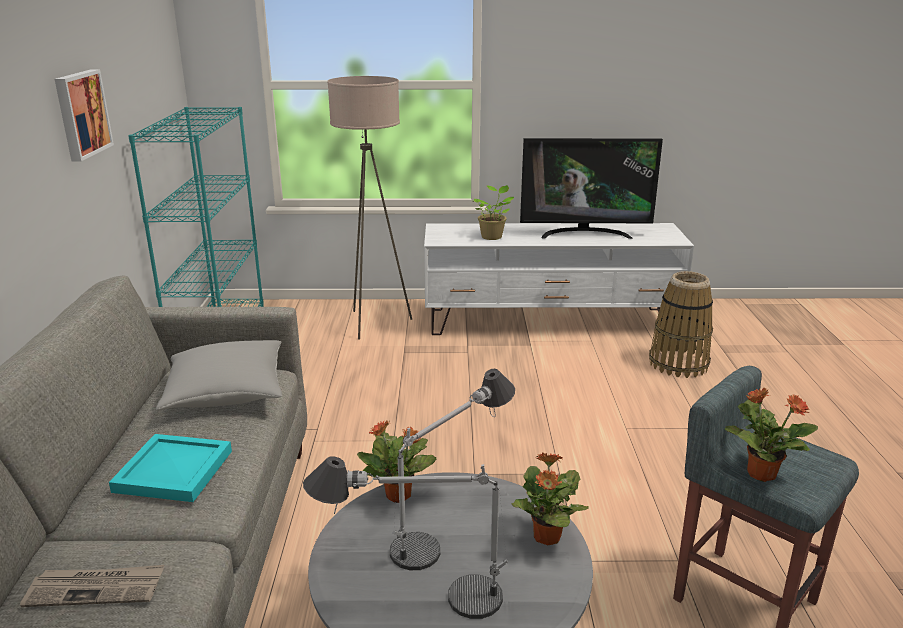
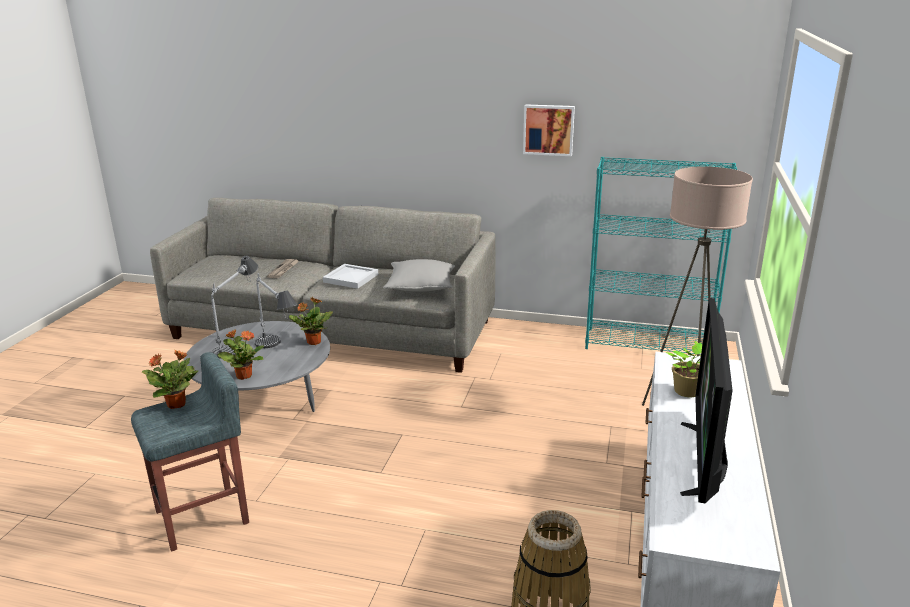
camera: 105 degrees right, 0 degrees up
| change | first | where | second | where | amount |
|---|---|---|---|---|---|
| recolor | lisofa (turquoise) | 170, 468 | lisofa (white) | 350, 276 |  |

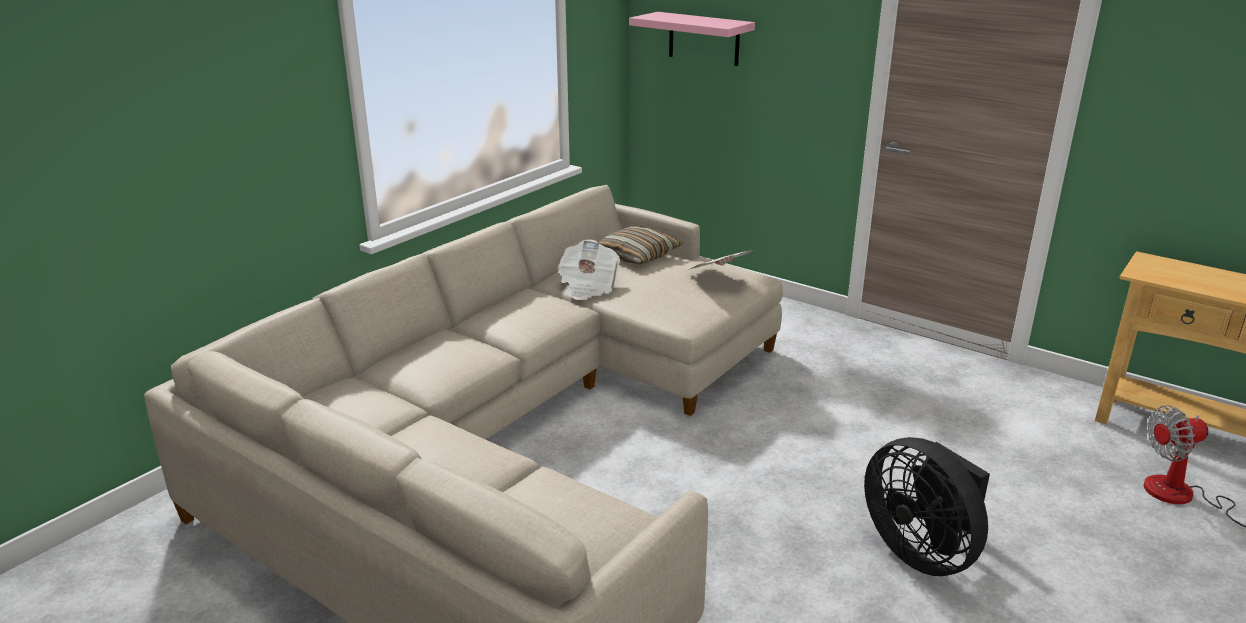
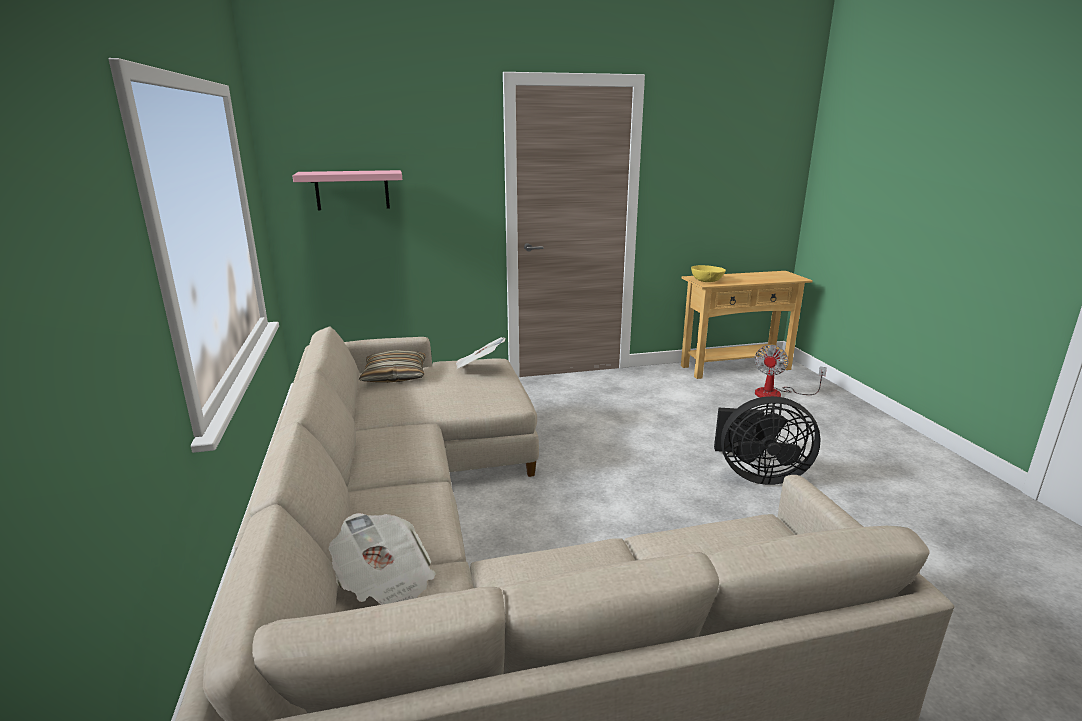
camera: 50 degrees left, 5 degrees down
| change | first | where | second | where | amount |
|---|---|---|---|---|---|
| move | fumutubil | 589, 270 |  | 382, 559 |  |
| insert |  |  | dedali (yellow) | 708, 273 |  |

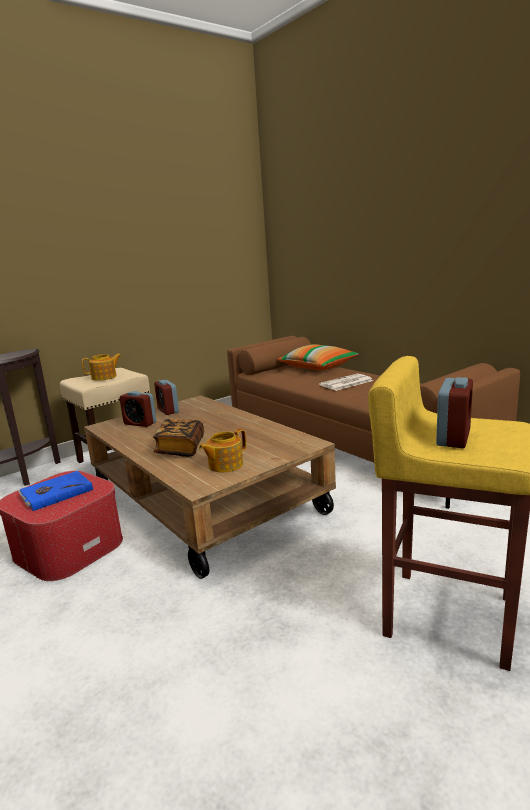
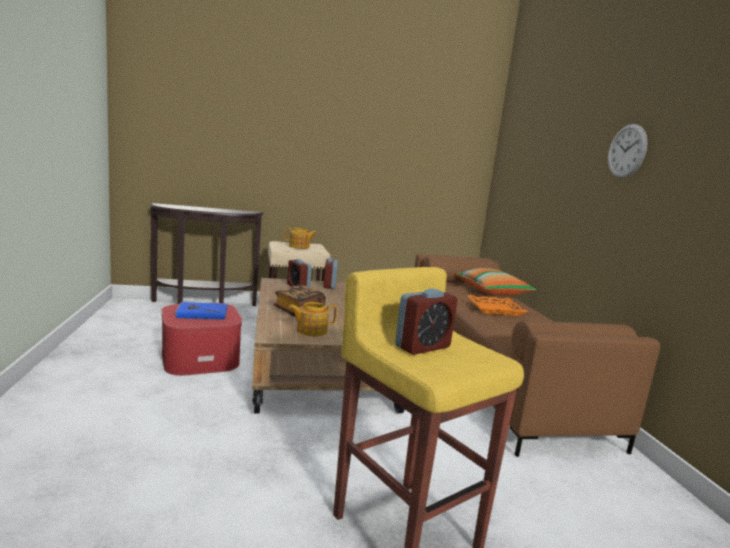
camera: 25 degrees right, 5 degrees down
| change | first | where | second | where | amount |
|---|---|---|---|---|---|
| replace | fumutubil | 346, 382 | lisofa (orange) | 497, 305 |  |
| insert |  |  | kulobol | 627, 151 |  |

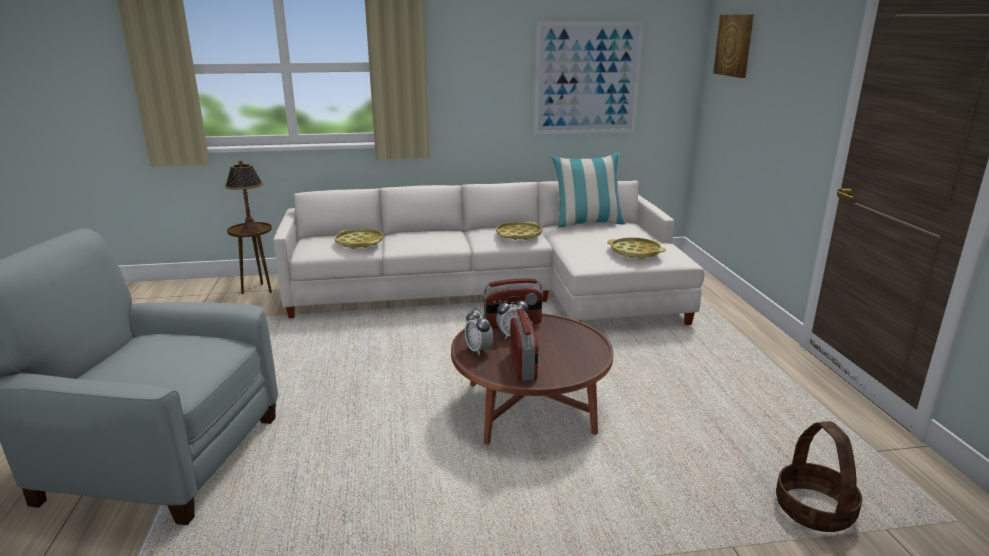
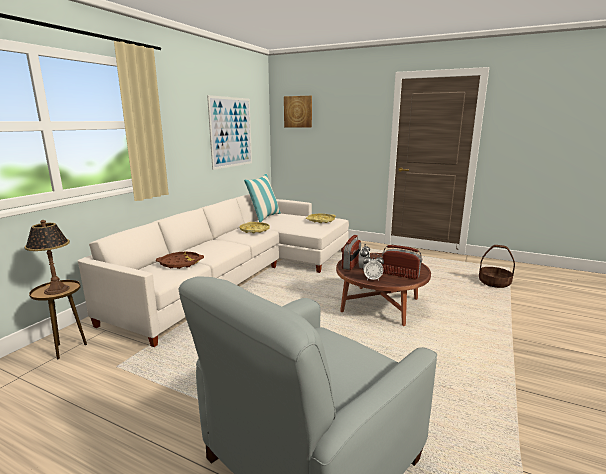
camera: 55 degrees left, 5 degrees down
| change | first | where | second | where | amount |
|---|---|---|---|---|---|
| recolor | lisofa (yellow) | 359, 239 | lisofa (brown) | 180, 260 |  |

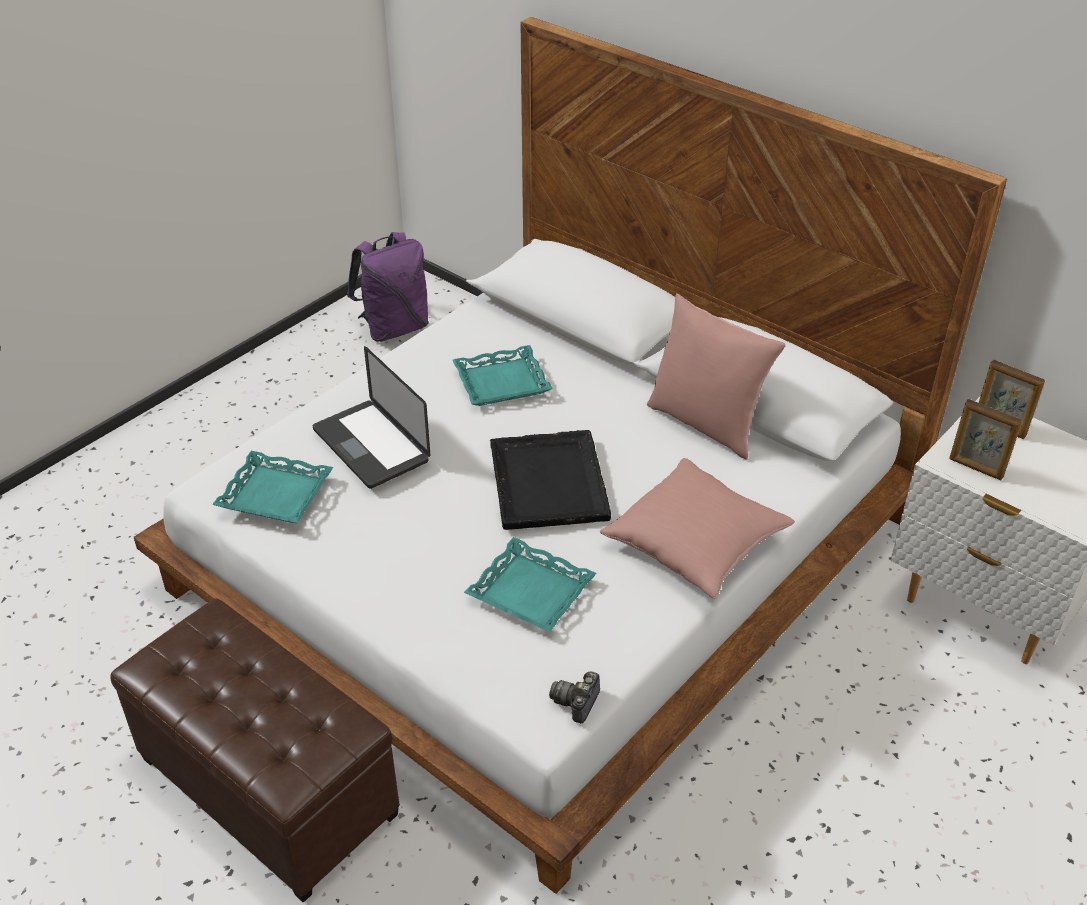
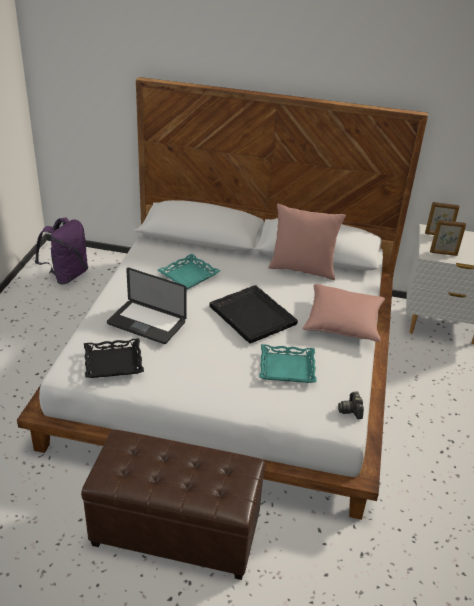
camera: 30 degrees left, 5 degrees down
| change | first | where | second | where | amount |
|---|---|---|---|---|---|
| recolor | lisofa (turquoise) | 272, 487 | lisofa (black) | 114, 358 |  |

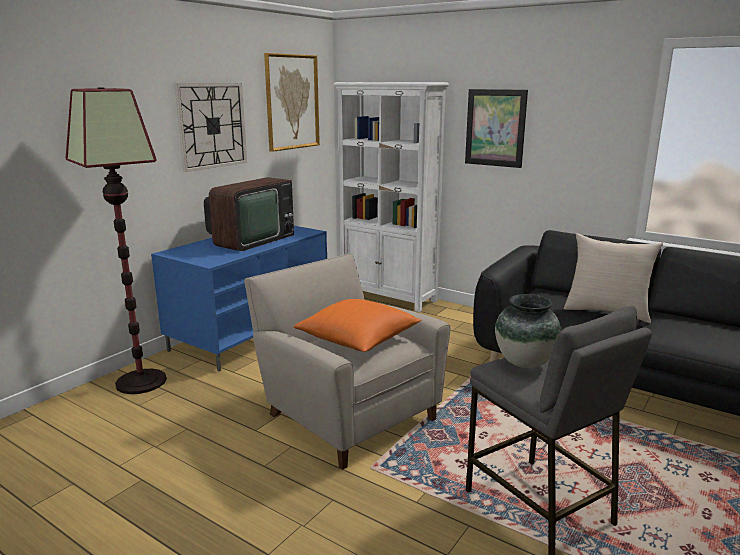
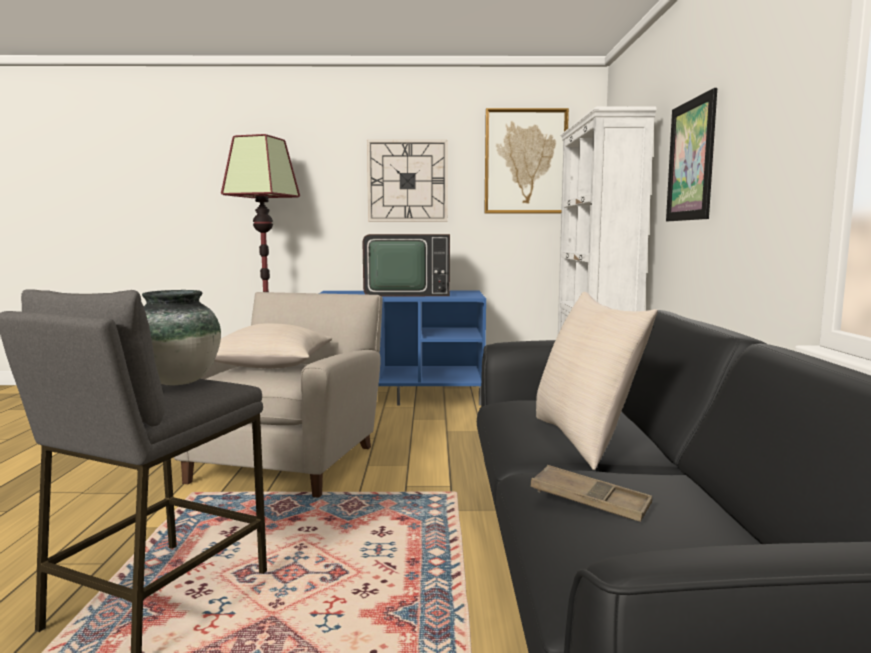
camera: 55 degrees right, 10 degrees down
| change | first | where | second | where | amount |
|---|---|---|---|---|---|
| recolor | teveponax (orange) | 358, 325 | teveponax (beige) | 273, 346 |  |
| insert |  |  | lisofa (brown) | 591, 493 |  |

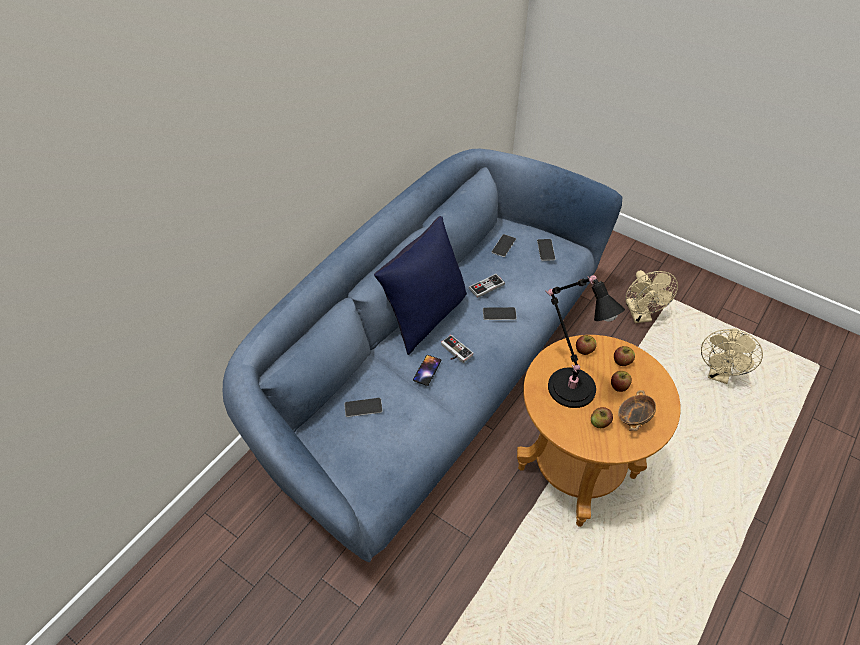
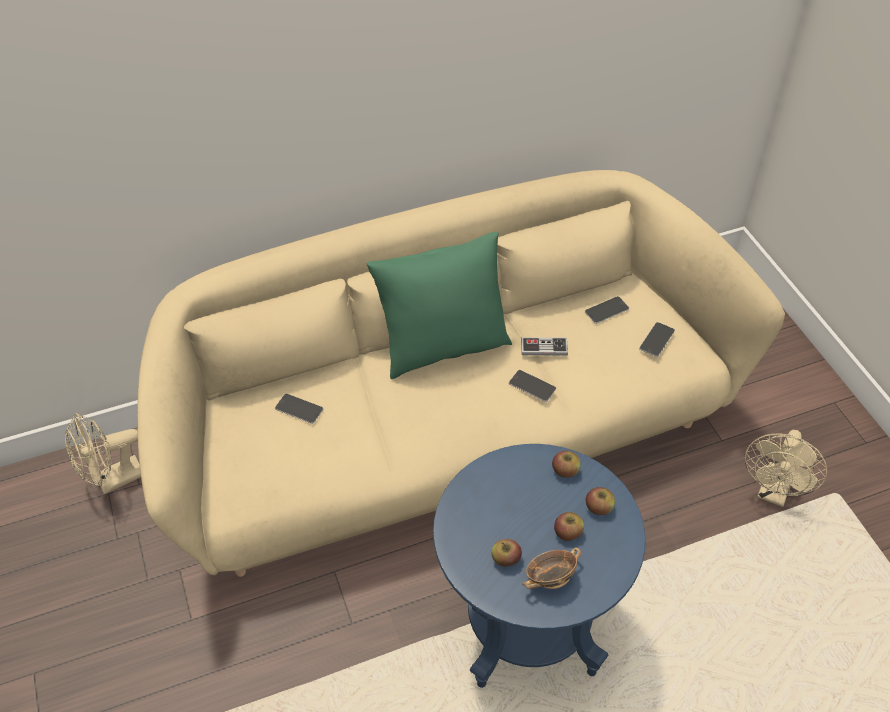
camera: 35 degrees right, 0 degrees up
| change | first | where | second | where | amount |
|---|---|---|---|---|---|
| recolor | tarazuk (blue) | 422, 355 | tarazuk (beige) | 461, 373 |  |
| recolor | teveponax (blue) | 420, 285 | teveponax (green) | 439, 305 |  |
| delete | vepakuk | 427, 370 |  |  |  |
| delete | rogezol | 457, 349 |  |  |  |
| recolor | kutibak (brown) | 599, 431 | kutibak (blue) | 539, 566 |  |
| delete | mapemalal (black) | 585, 341 |  |  |  |
| move | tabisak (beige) | 732, 356 |  | 103, 454 |  |

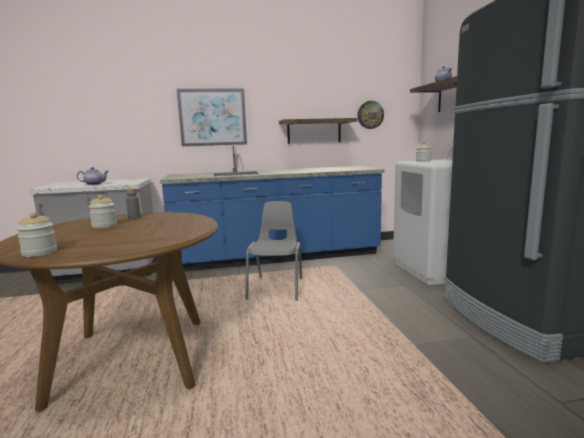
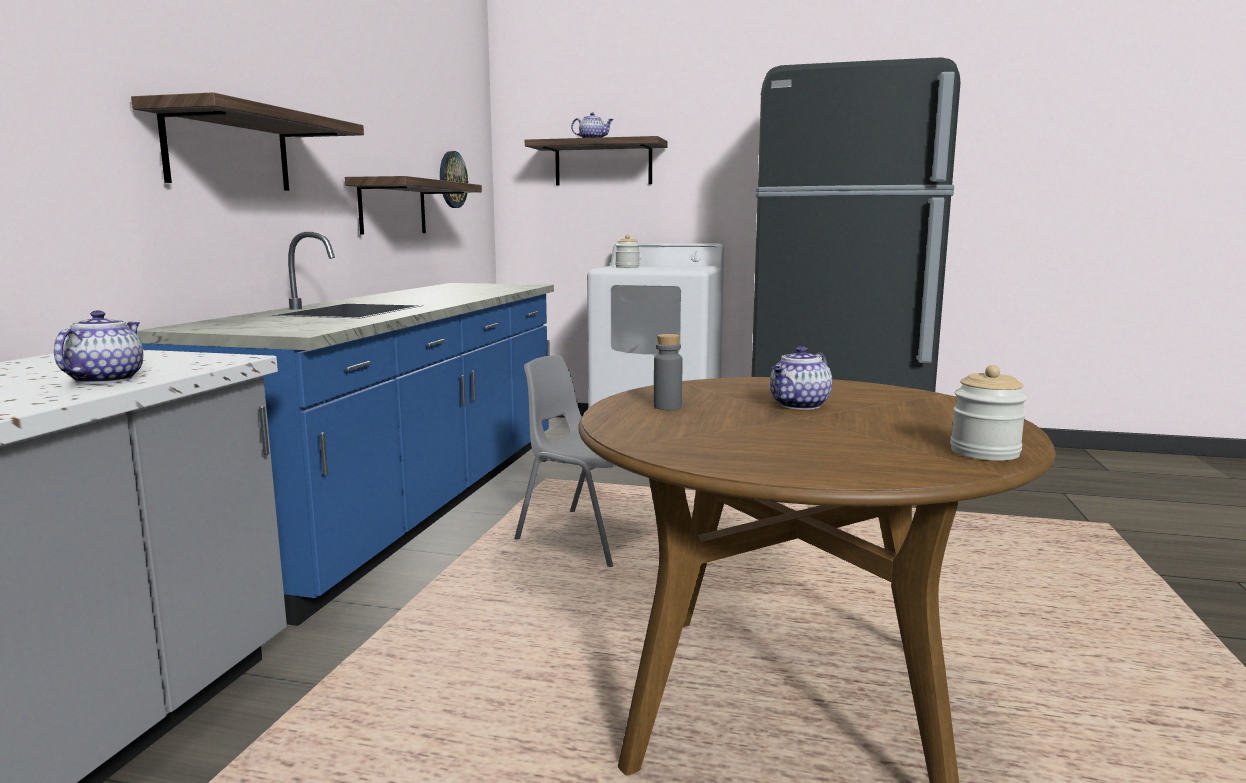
camera: 65 degrees left, 0 degrees up
| change | first | where | second | where | amount |
|---|---|---|---|---|---|
| delete | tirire | 103, 211 |  |  |  |
| replace | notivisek | 212, 117 | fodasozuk | 247, 141 |  |
| insert |  |  | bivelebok | 801, 378 |  |

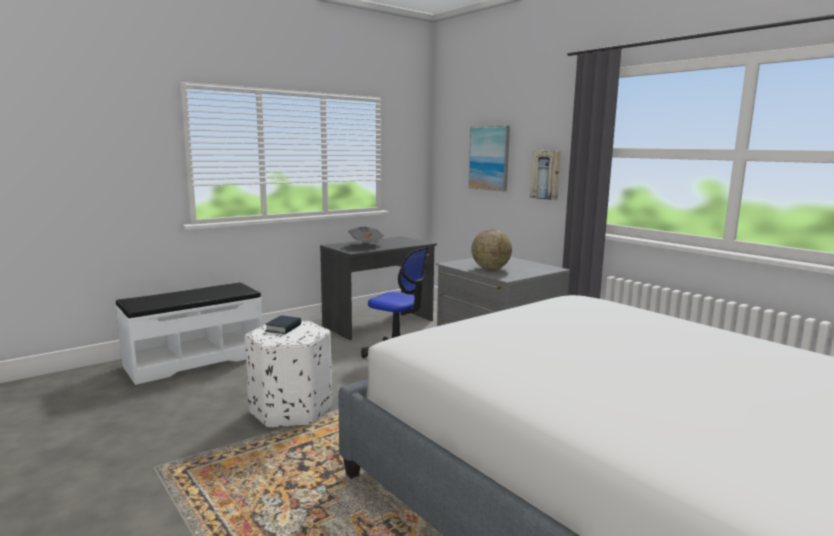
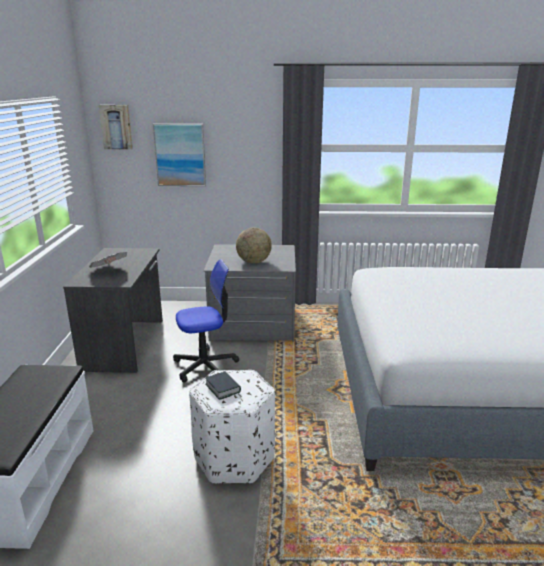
camera: 50 degrees left, 10 degrees up
| change | first | where | second | where | amount |
|---|---|---|---|---|---|
| move | notivisek | 545, 175 |  | 116, 127 |  |

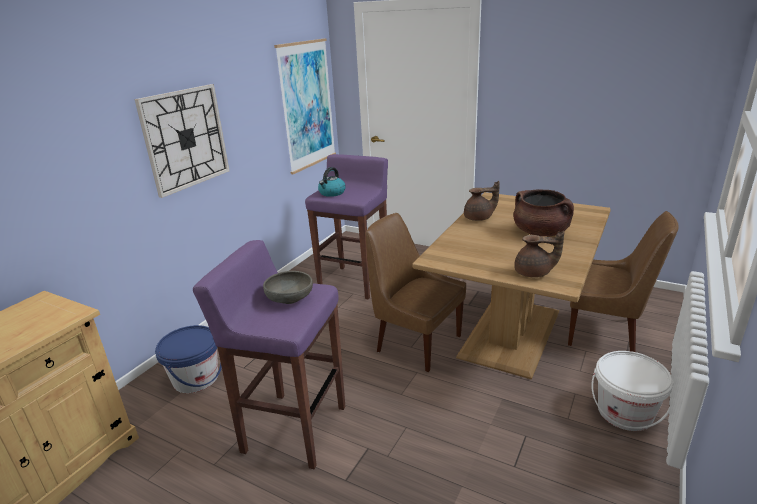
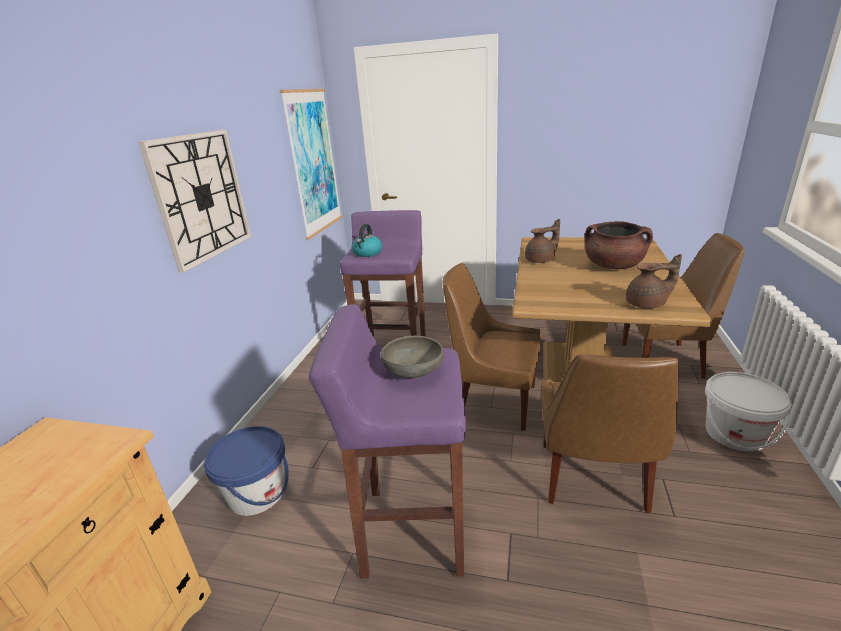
camera: 15 degrees left, 0 degrees up
| change | first | where | second | where | amount |
|---|---|---|---|---|---|
| insert |  |  | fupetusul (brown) | 610, 433 |  |

